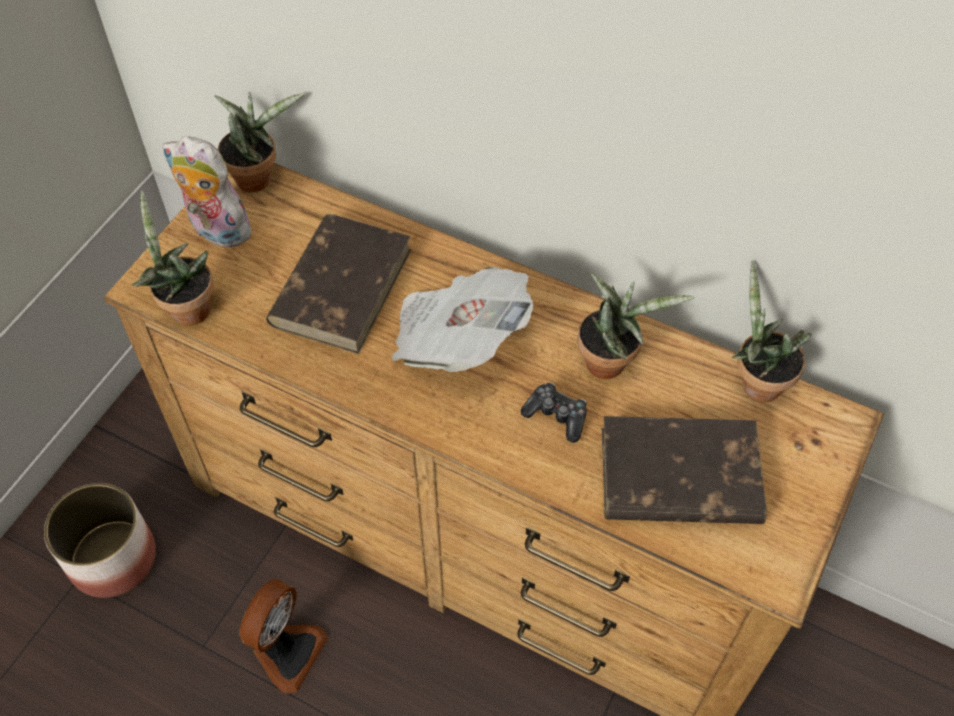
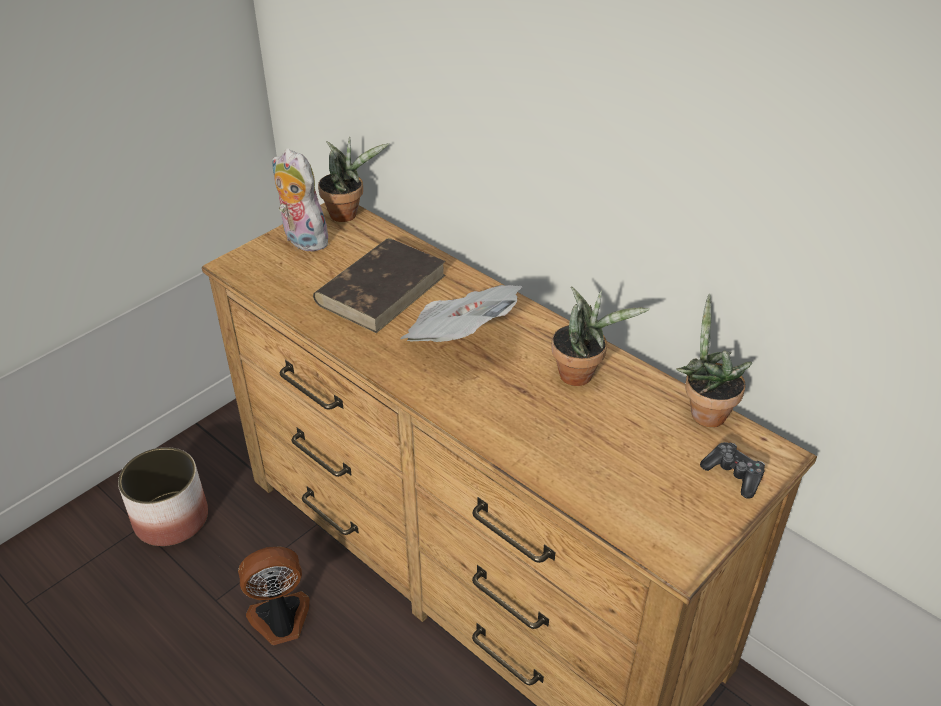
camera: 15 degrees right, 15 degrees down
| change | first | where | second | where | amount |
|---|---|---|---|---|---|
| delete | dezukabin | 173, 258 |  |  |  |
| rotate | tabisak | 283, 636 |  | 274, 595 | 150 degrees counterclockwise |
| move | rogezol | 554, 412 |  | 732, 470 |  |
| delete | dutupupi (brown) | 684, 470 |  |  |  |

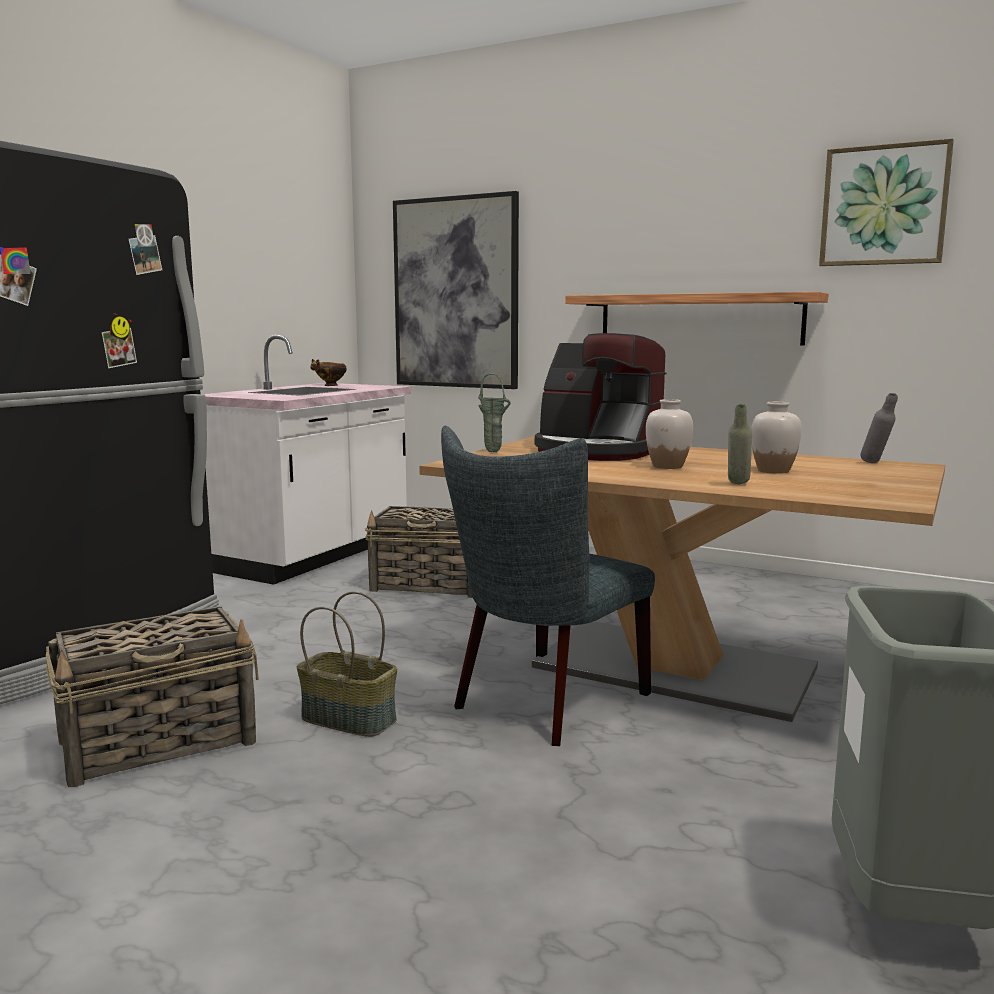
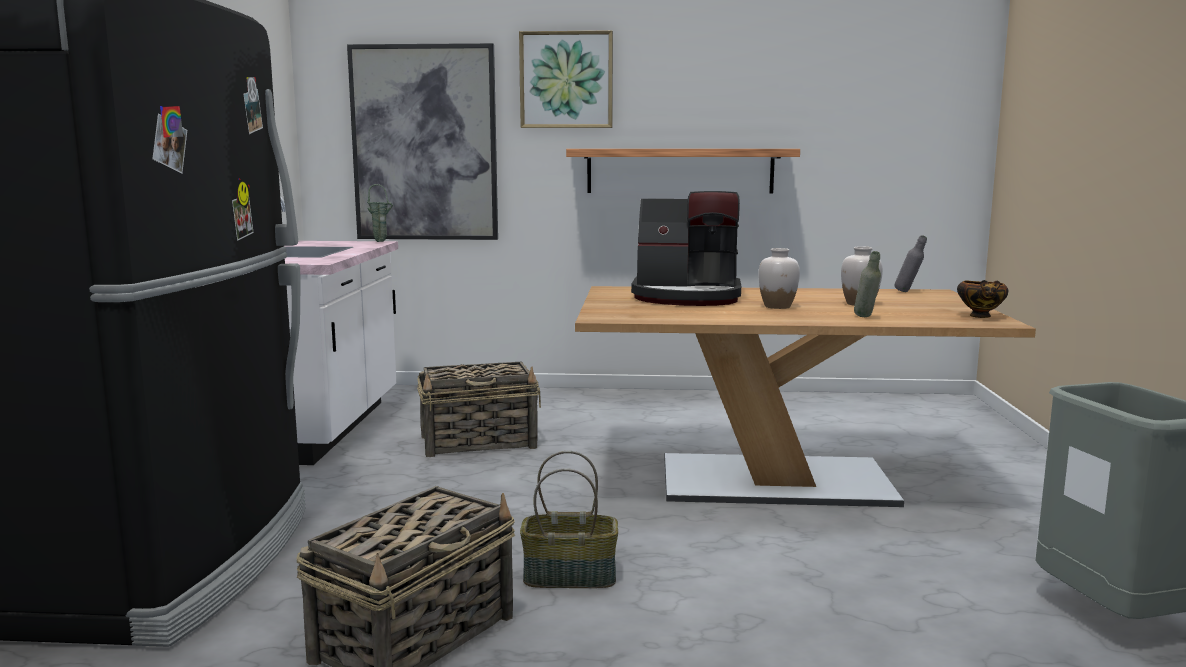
camera: 25 degrees left, 0 degrees up
| change | first | where | second | where | amount |
|---|---|---|---|---|---|
| move | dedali | 329, 372 |  | 982, 299 |  |
| delete | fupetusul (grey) | 548, 586 |  |  |  |
| move | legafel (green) | 494, 412 |  | 380, 213 |  |
| move | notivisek | 886, 202 |  | 566, 79 |  |

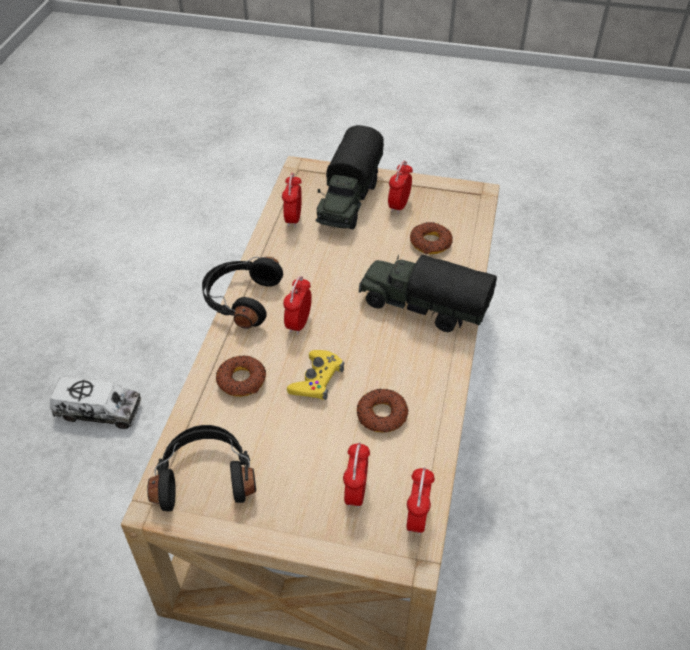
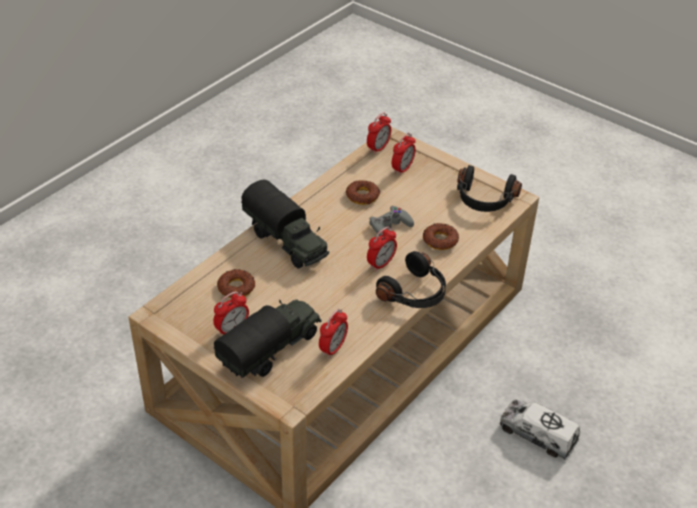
camera: 155 degrees left, 5 degrees down
| change | first | where | second | where | amount |
|---|---|---|---|---|---|
| recolor | rogezol (yellow) | 315, 375 | rogezol (grey) | 391, 221 |  |

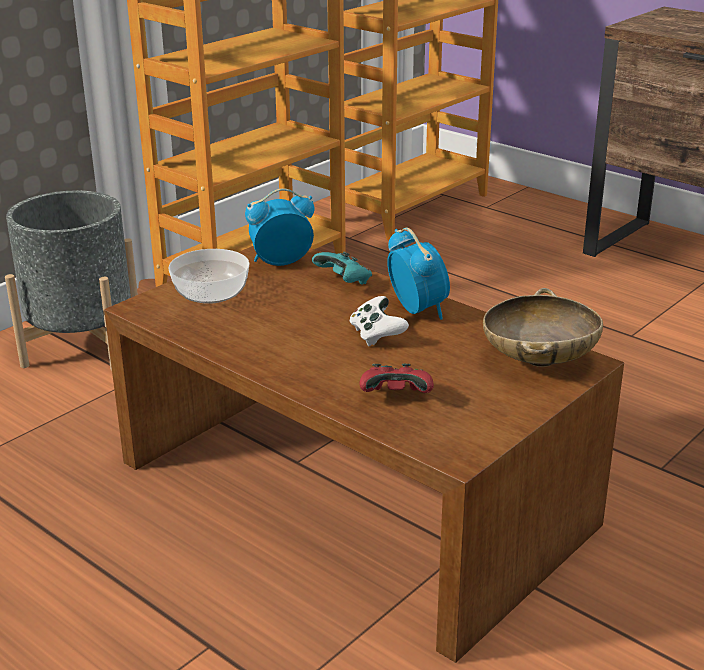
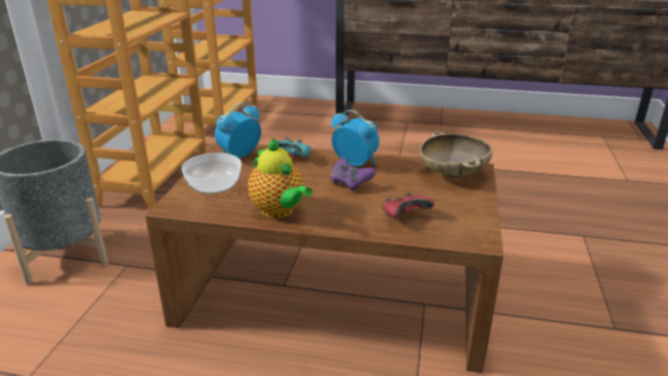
camera: 30 degrees left, 0 degrees up
| change | first | where | second | where | amount |
|---|---|---|---|---|---|
| recolor | rogezol (white) | 379, 321 | rogezol (purple) | 353, 175 |  |
| insert |  |  | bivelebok | 280, 178 |  |

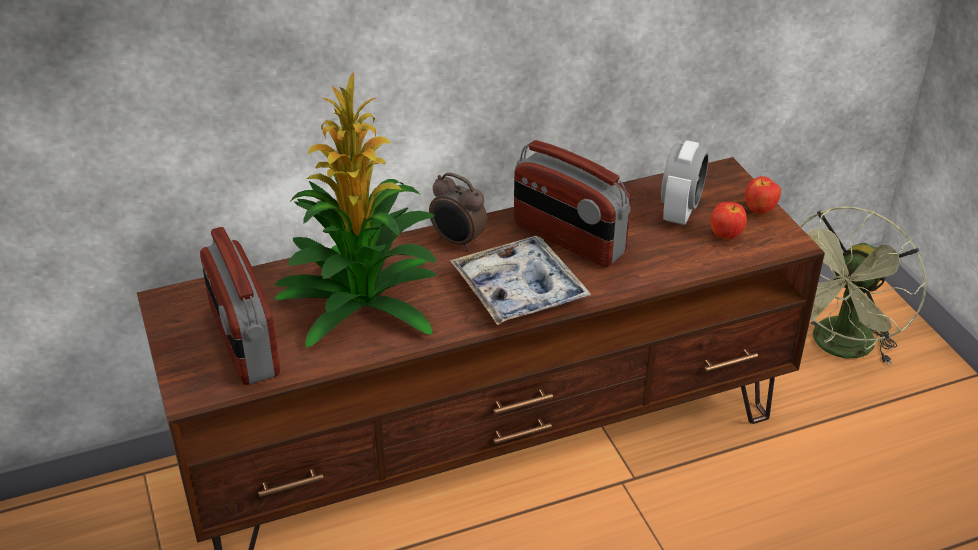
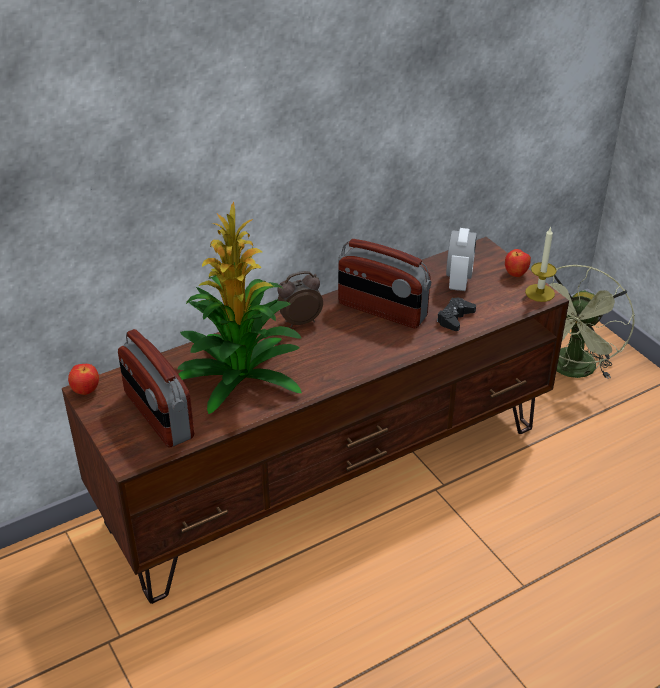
camera: 10 degrees left, 0 degrees up
| change | first | where | second | where | amount |
|---|---|---|---|---|---|
| rotate | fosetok | 458, 211 |  | 300, 299 | 135 degrees clockwise |
| delete | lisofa | 520, 280 |  |  |  |
| move | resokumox | 728, 221 |  | 83, 379 |  |
| insert |  |  | rogezol (black) | 456, 314 |  |
| insert |  |  | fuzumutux | 541, 264 |  |

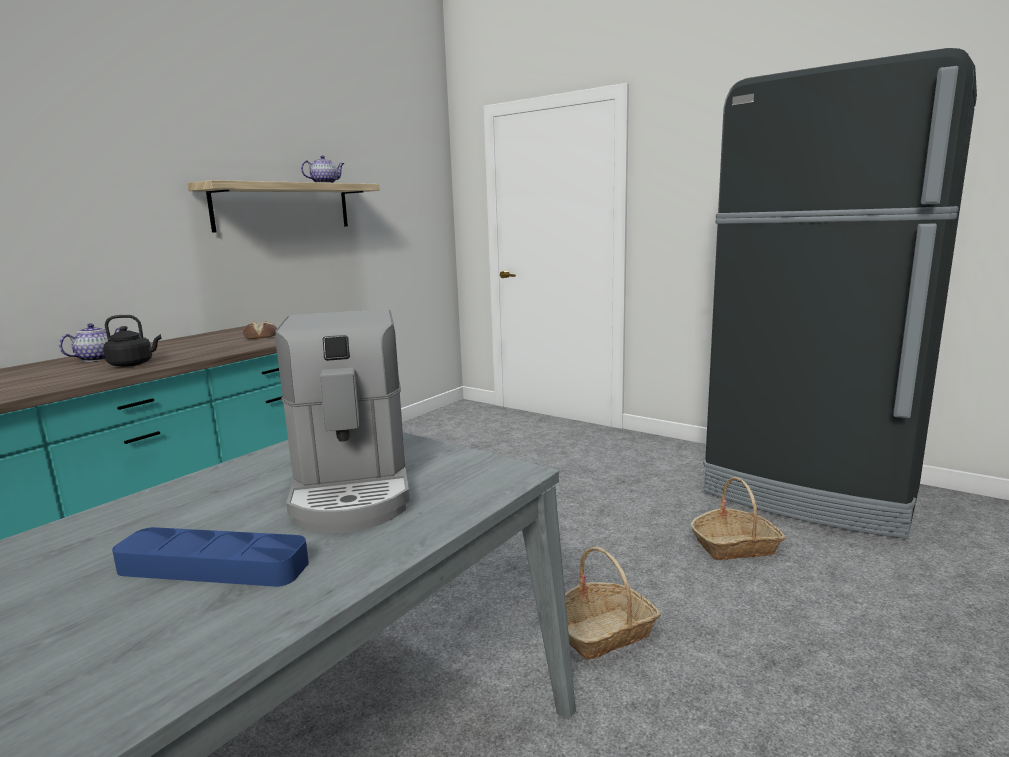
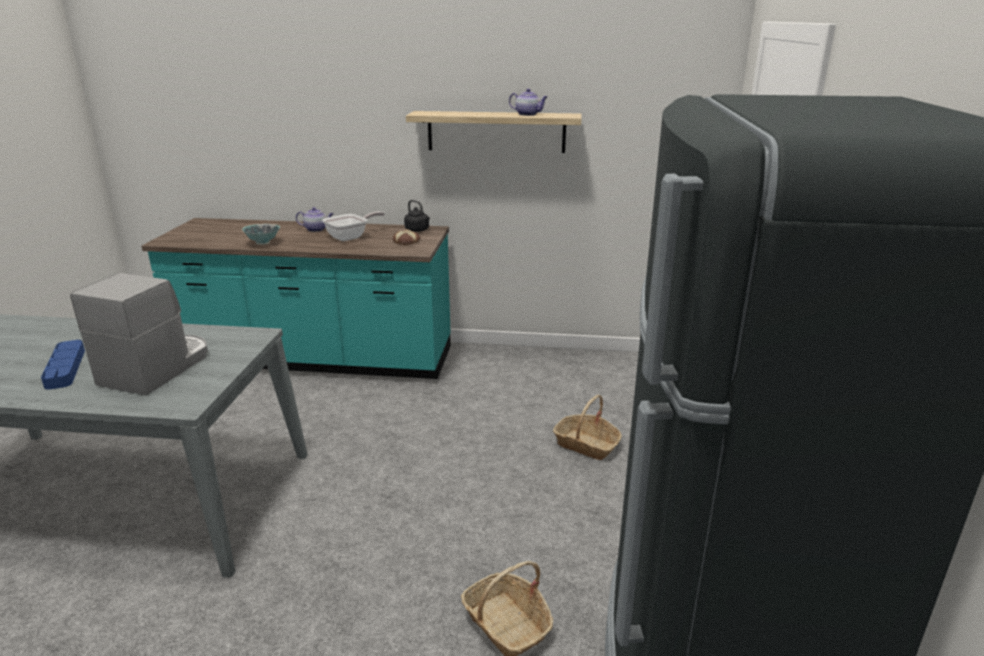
camera: 60 degrees right, 10 degrees up
| change | first | where | second | where | amount |
|---|---|---|---|---|---|
| move | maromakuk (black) | 132, 341 |  | 417, 216 |  |
| rotate | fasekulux | 342, 421 |  | 139, 334 | 150 degrees clockwise |
| move | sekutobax | 613, 603 |  | 587, 427 |  |
| insert |  |  | dedali | 261, 234 |  |
| insert |  |  | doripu | 353, 226 |  |

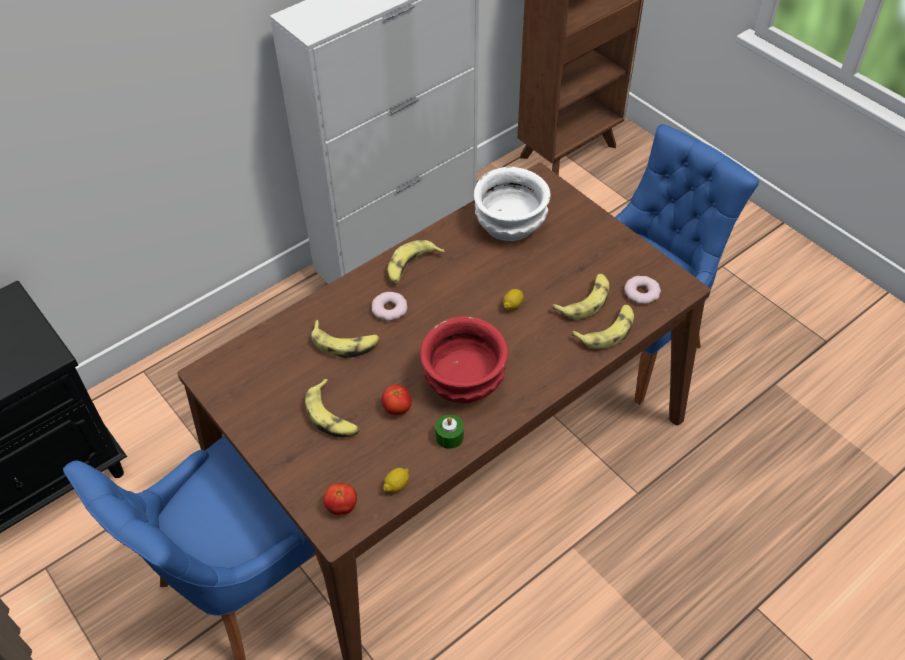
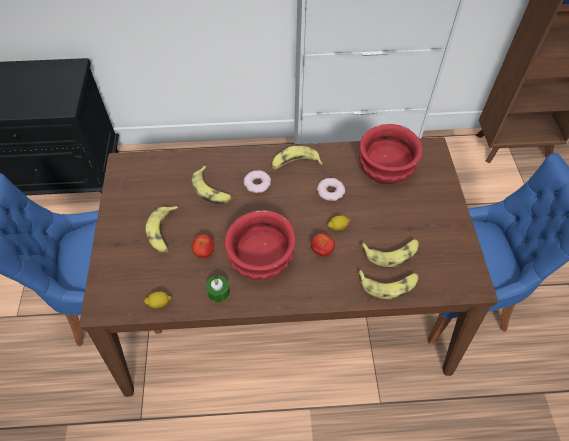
camera: 35 degrees right, 5 degrees up
| change | first | where | second | where | amount |
|---|---|---|---|---|---|
| move | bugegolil | 340, 499 |  | 323, 245 |  |
| recolor | dedali (white) | 512, 204 | dedali (red) | 391, 154 |  |
| move | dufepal | 642, 290 |  | 331, 189 |  |

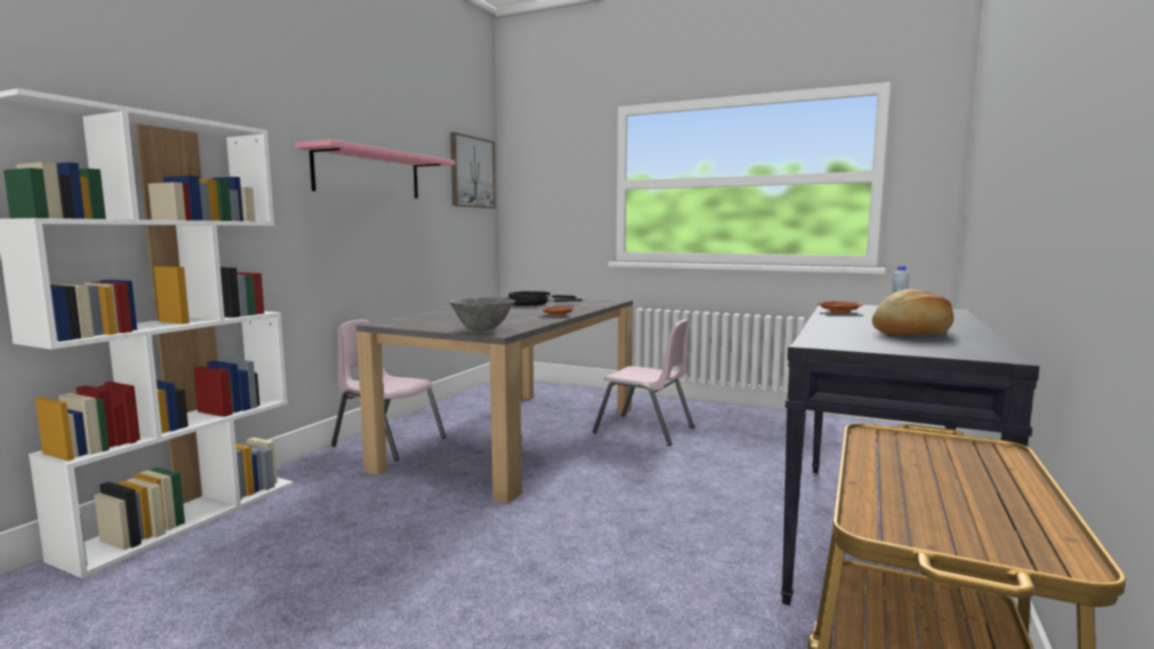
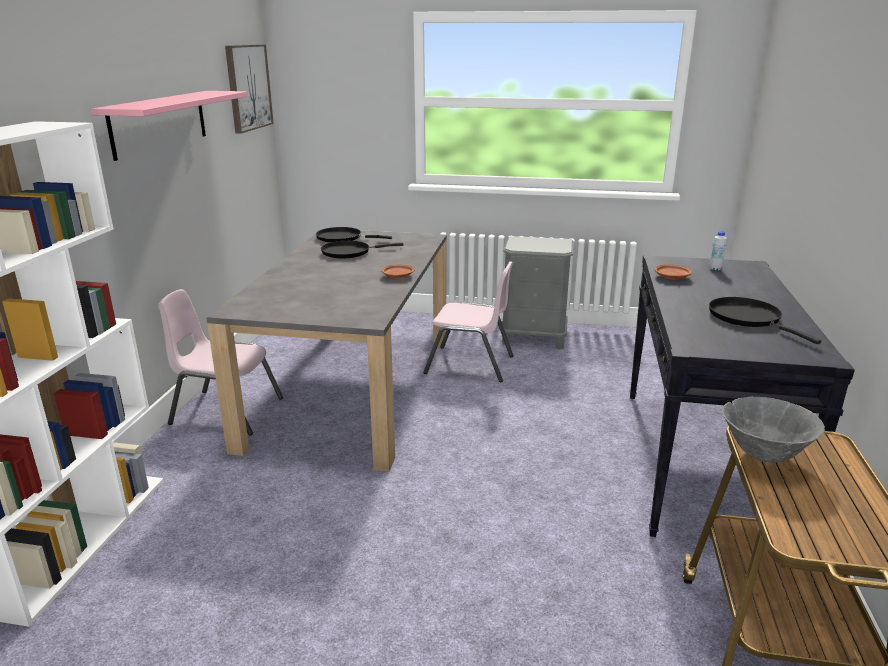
camera: 15 degrees left, 15 degrees up
| change | first | where | second | where | amount |
|---|---|---|---|---|---|
| move | dedali (grey) | 482, 314 |  | 773, 430 |  |
| replace | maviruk | 912, 312 | doripu (black) | 765, 320 |  |
| insert |  |  | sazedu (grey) | 538, 292 |  |

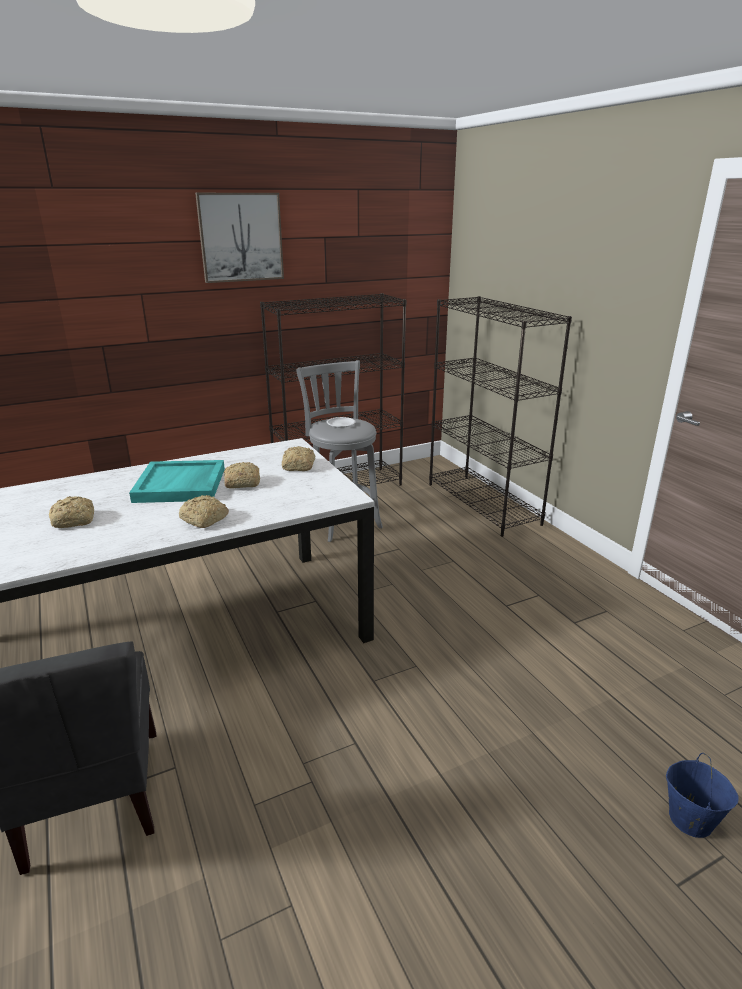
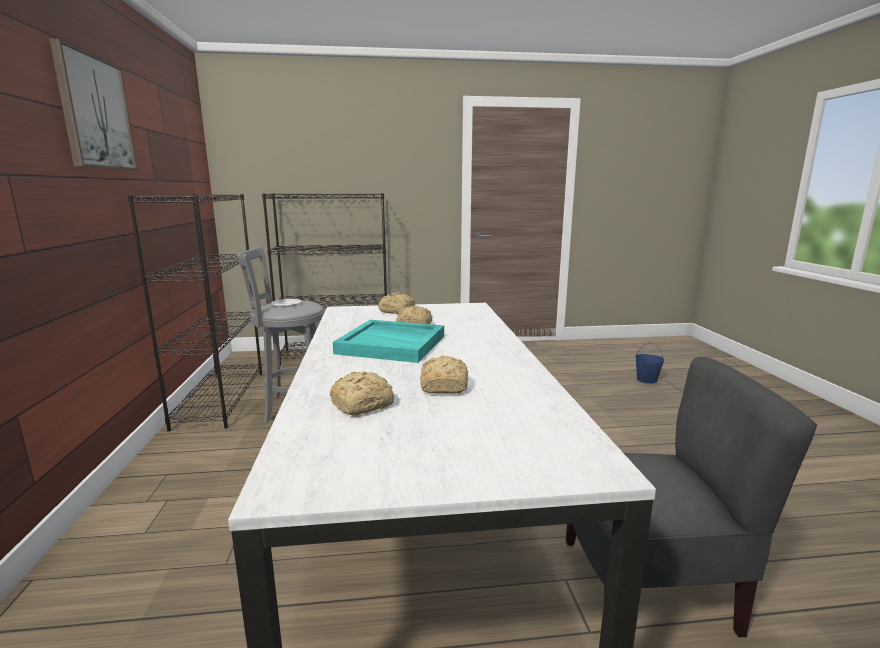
camera: 70 degrees left, 10 degrees down
| change | first | where | second | where | amount |
|---|---|---|---|---|---|
| move | maviruk | 204, 511 |  | 362, 393 |  |

